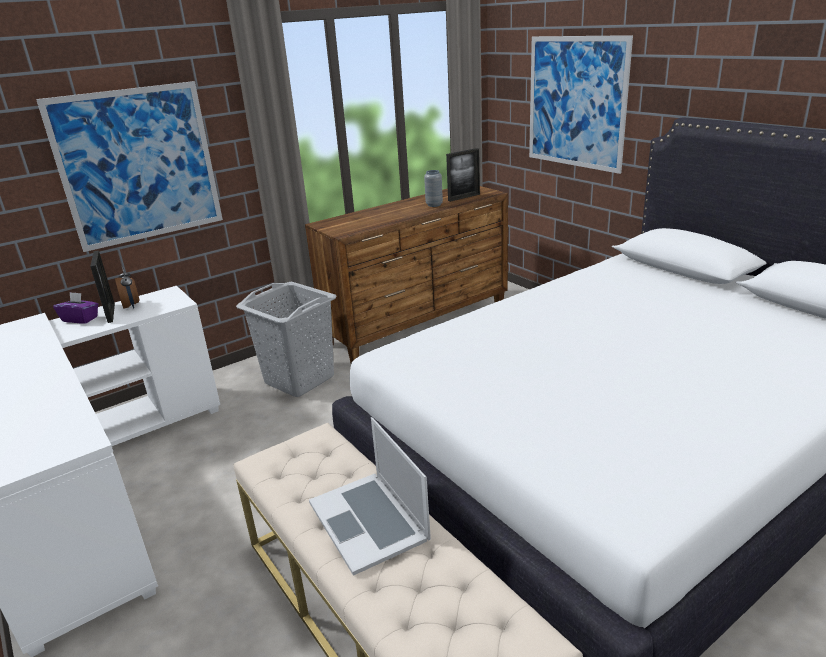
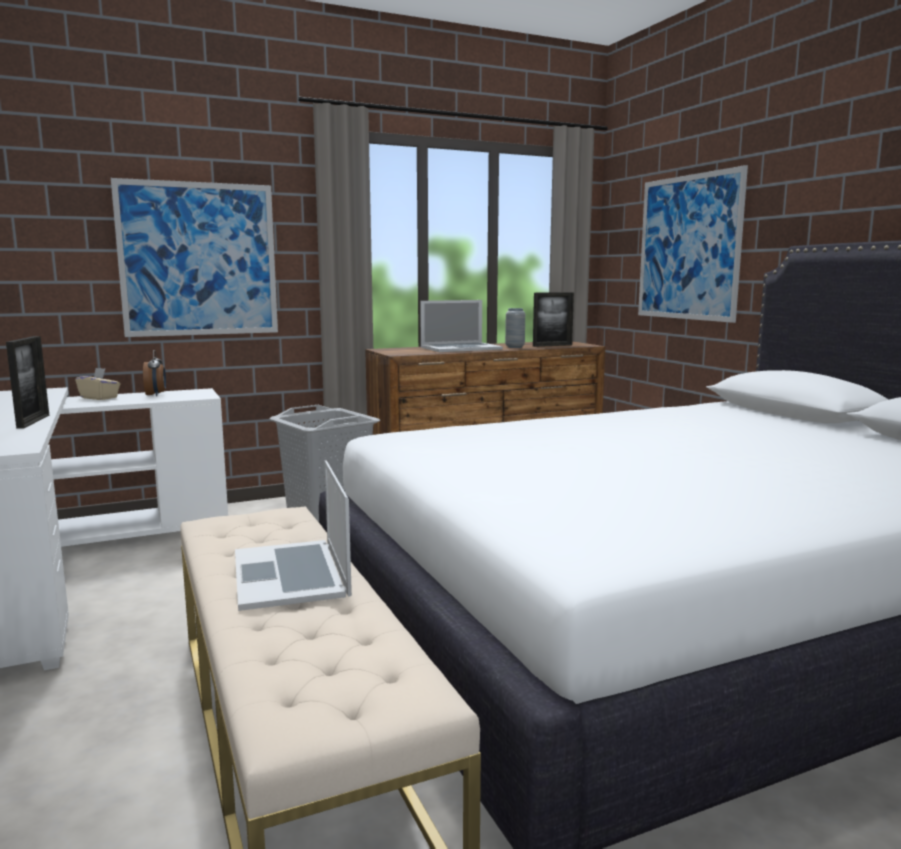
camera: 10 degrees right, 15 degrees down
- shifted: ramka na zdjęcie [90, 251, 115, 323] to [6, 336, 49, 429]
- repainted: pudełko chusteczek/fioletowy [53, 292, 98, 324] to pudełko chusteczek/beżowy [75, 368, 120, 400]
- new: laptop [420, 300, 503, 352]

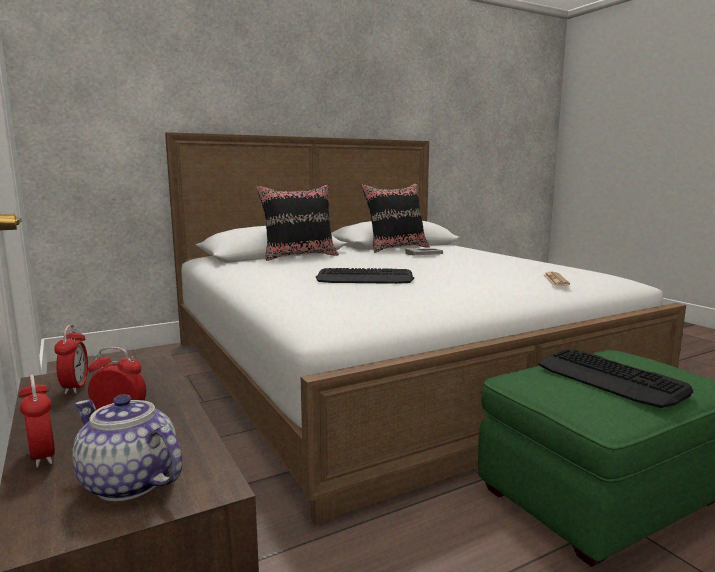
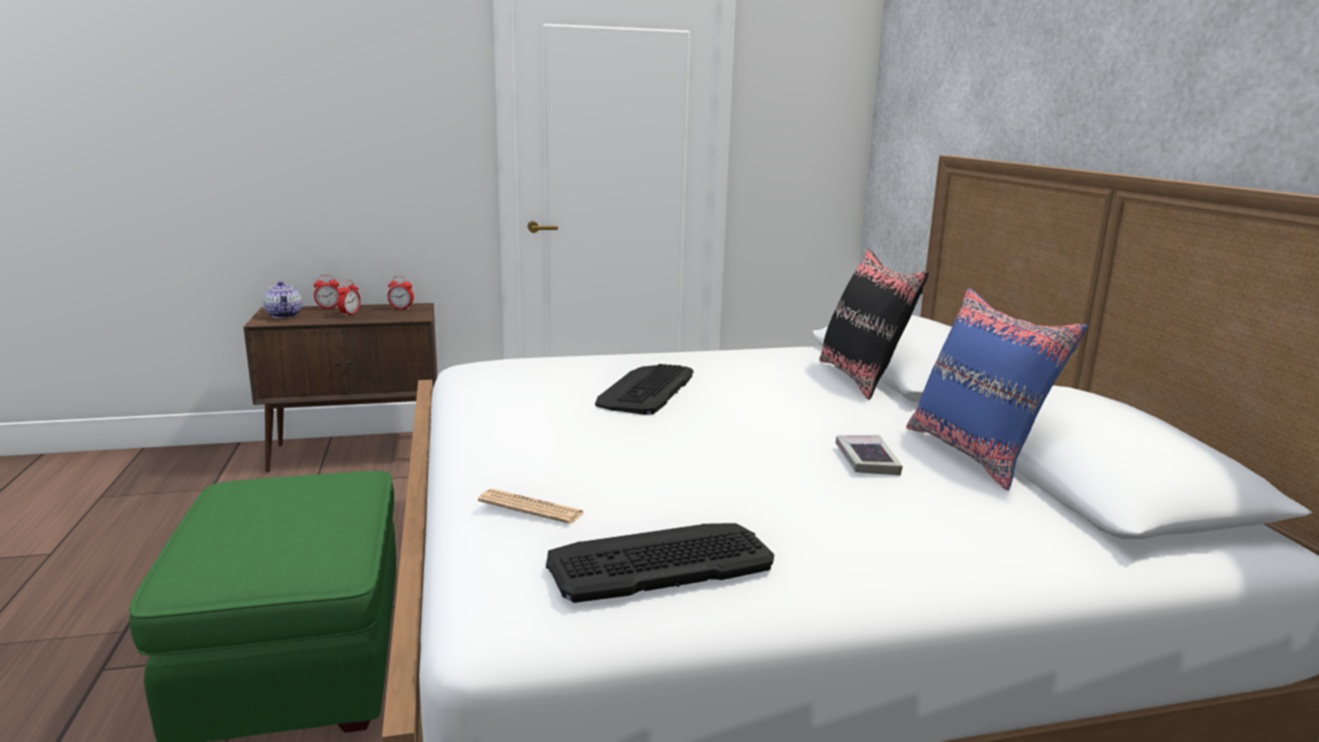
camera: 105 degrees right, 5 degrees up
- repainted: poduszka/czarny [361, 183, 430, 253] to poduszka/niebieski [906, 288, 1088, 490]
- shifted: klawiatura [539, 349, 693, 408] to [546, 523, 774, 603]
- rotated: imbryk [72, 394, 182, 502] = [263, 281, 302, 318] 105 degrees clockwise

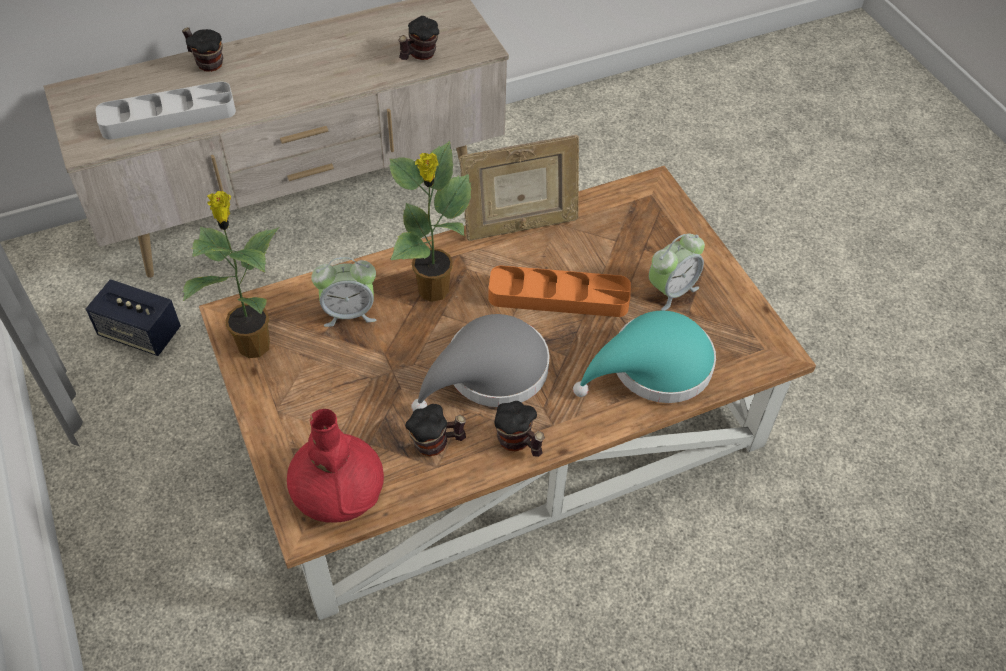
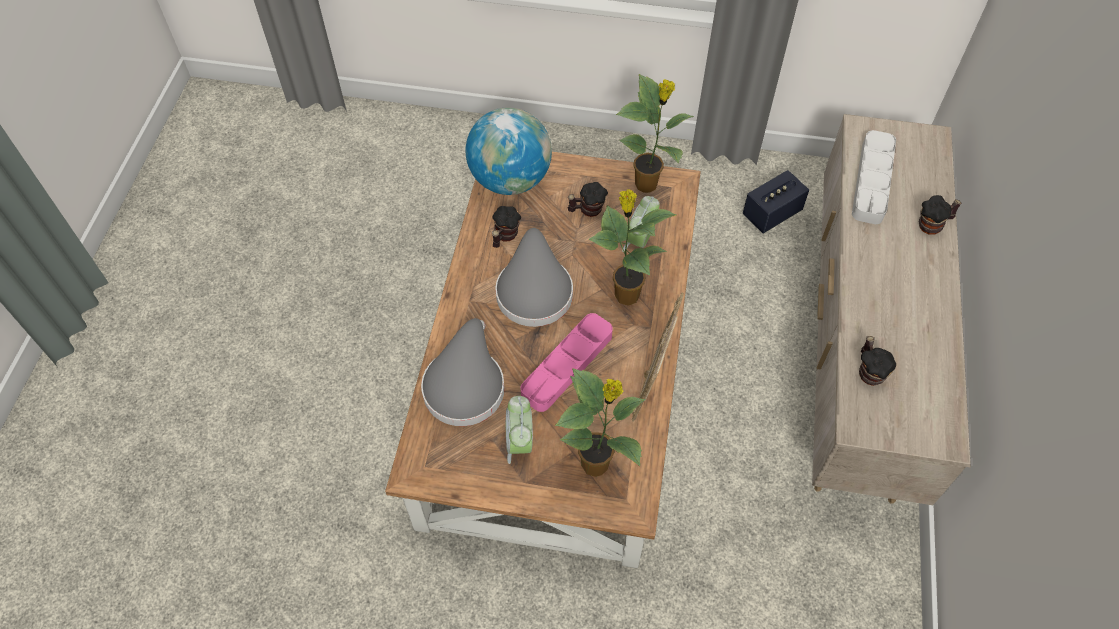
camera: 125 degrees right, 5 degrees up
- repainted: taca/pomarańczowy [488, 265, 631, 317] to taca/różowy [521, 313, 613, 412]
- repainted: kapelusz/turkusowy [573, 311, 716, 403] to kapelusz/szary [421, 318, 505, 426]
- shifted: kubek [494, 401, 545, 457] to [568, 182, 608, 217]
- swapped: wazon/czerwony [287, 409, 384, 523] to globus [466, 107, 552, 195]
- new: roślina doniczkowa [555, 368, 646, 477]

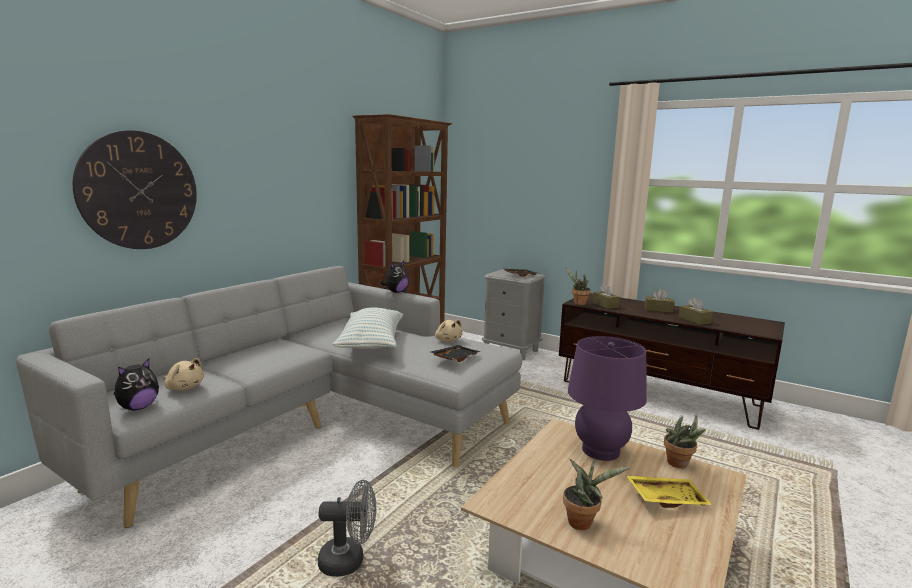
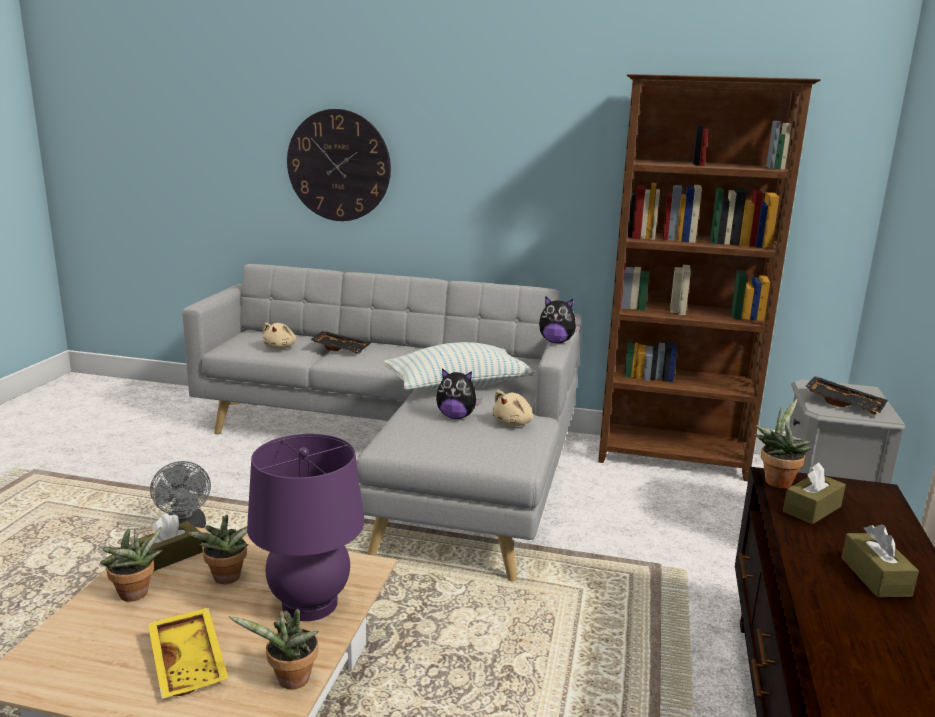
camera: 70 degrees right, 5 degrees up
- shifted: pudełko chusteczek/brązowy [679, 297, 713, 325] to [138, 514, 203, 571]
- shifted: taca/czarny [430, 345, 481, 362] to [309, 331, 371, 354]
- shifted: pluszak [114, 359, 159, 411] to [436, 368, 482, 419]
- new: roślina doniczkowa [188, 515, 249, 584]

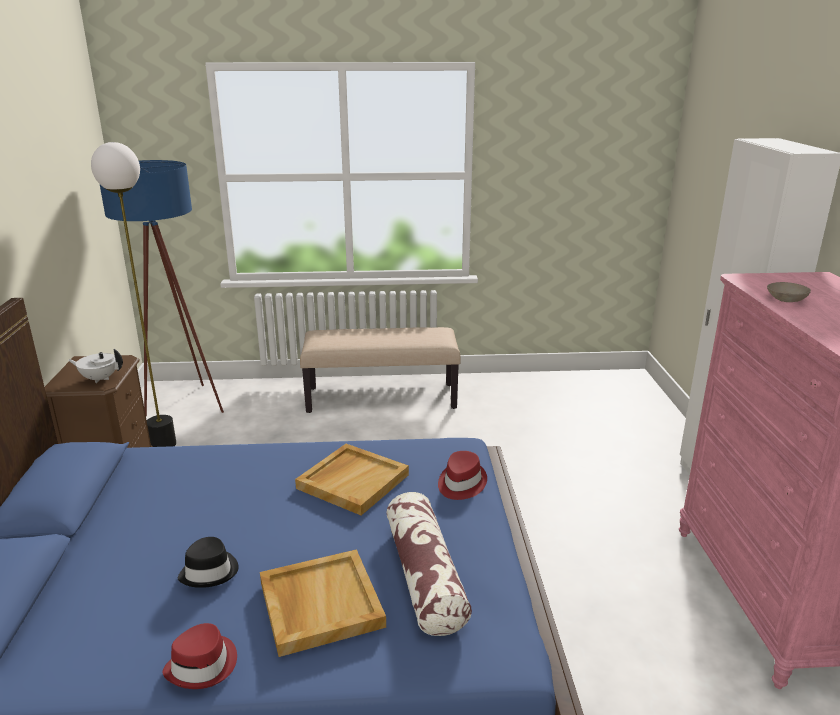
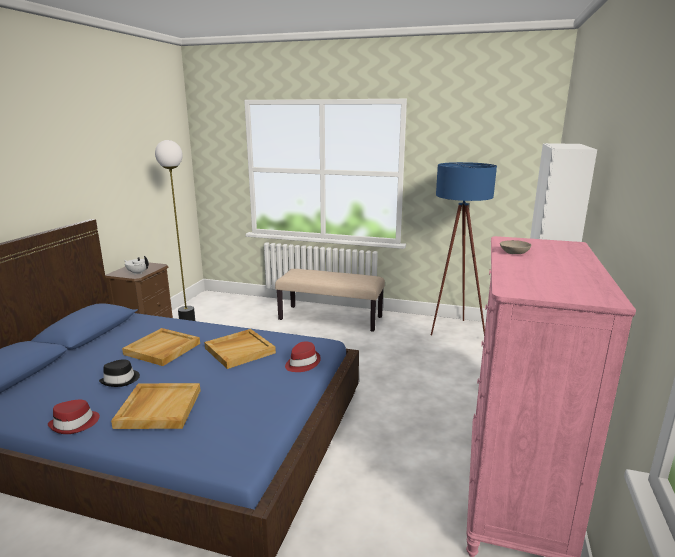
camera: 20 degrees right, 5 degrees down
- shifted: lampa stojąca/niebieski [100, 160, 224, 416] to [431, 162, 497, 335]
- gone: poduszka [386, 492, 472, 636]
- new: taca/beżowy [122, 328, 200, 366]

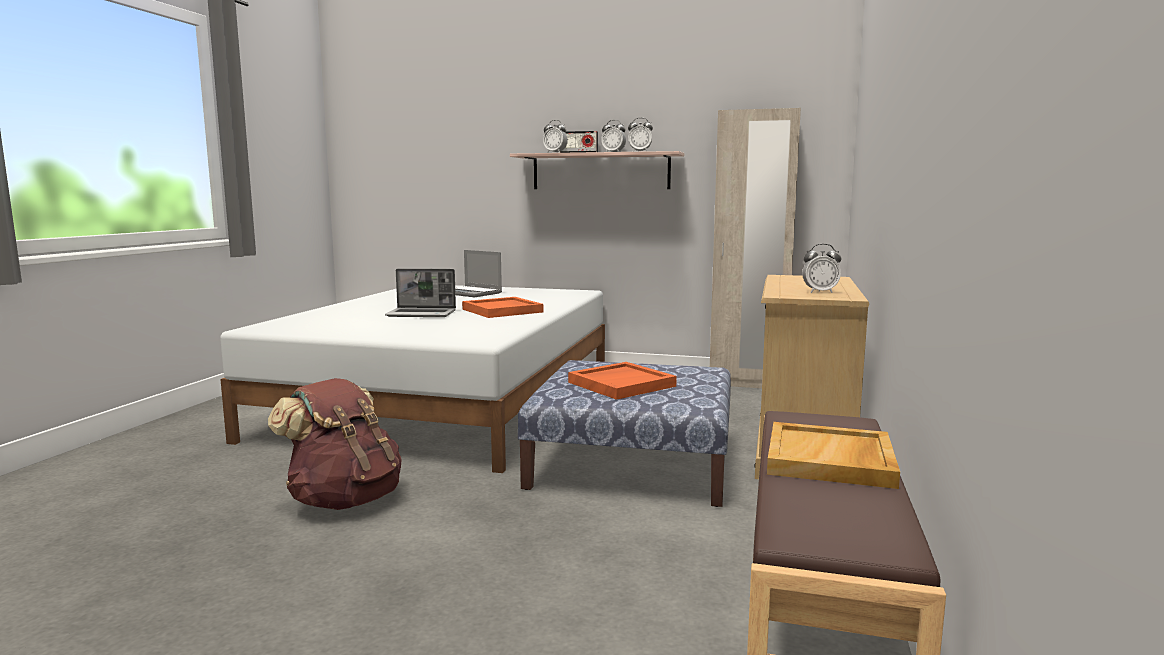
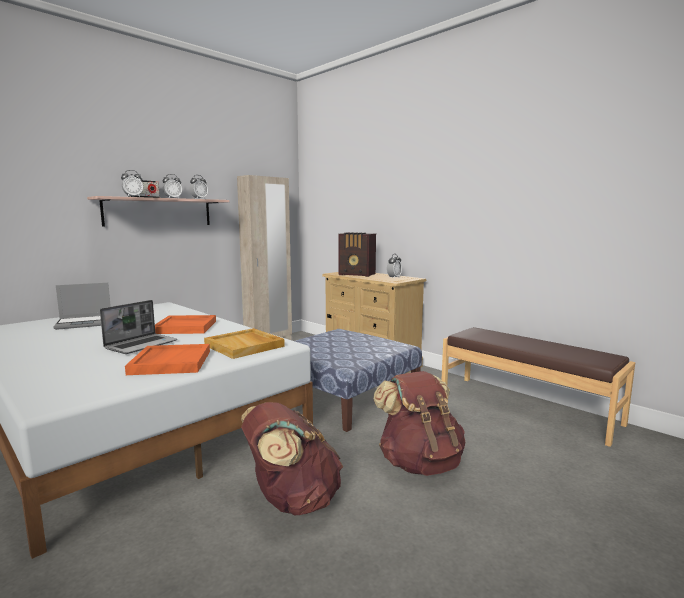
camera: 60 degrees left, 0 degrees up
- shifted: taca/pomarańczowy [568, 362, 677, 400] to [125, 344, 210, 375]
- shifted: taca/beżowy [767, 422, 900, 489] to [204, 328, 285, 359]
- new: radio [338, 232, 376, 277]
- new: plecak/brązowy [373, 371, 465, 476]

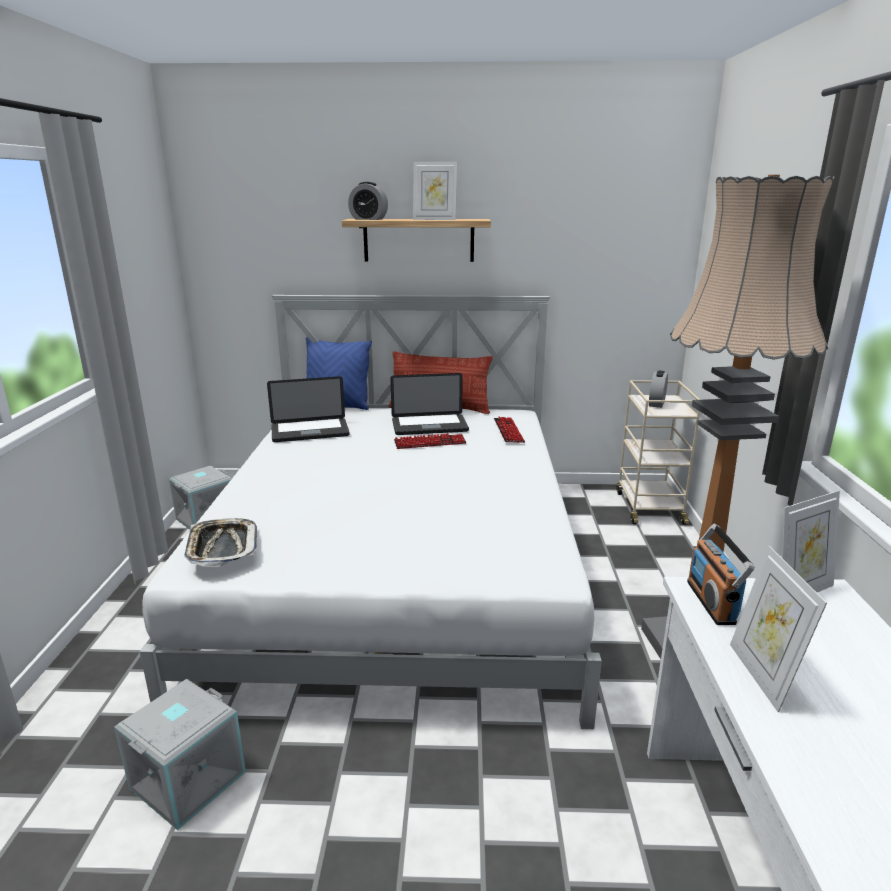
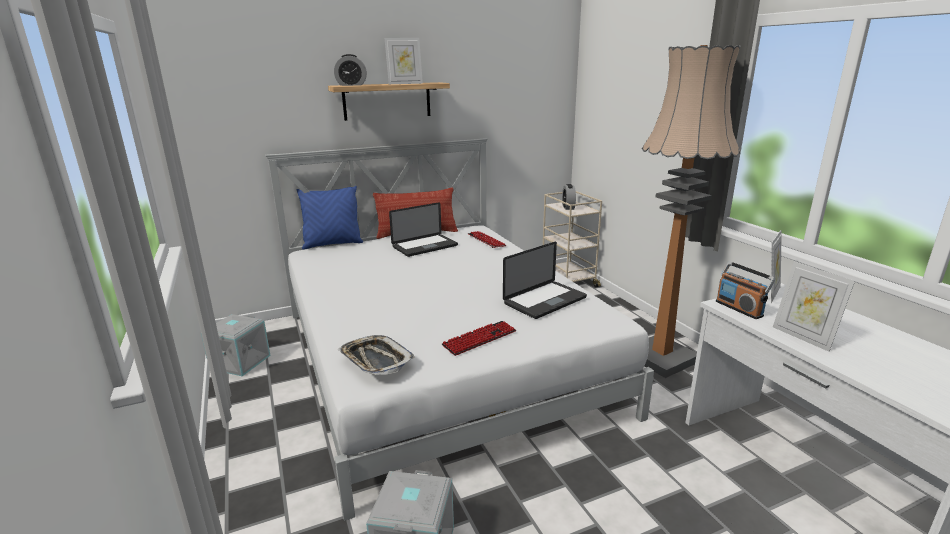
camera: 25 degrees left, 0 degrees up
- shifted: laptop [267, 376, 350, 442] to [503, 242, 587, 319]
- shifted: klawiatura [394, 433, 466, 449] to [442, 321, 516, 356]

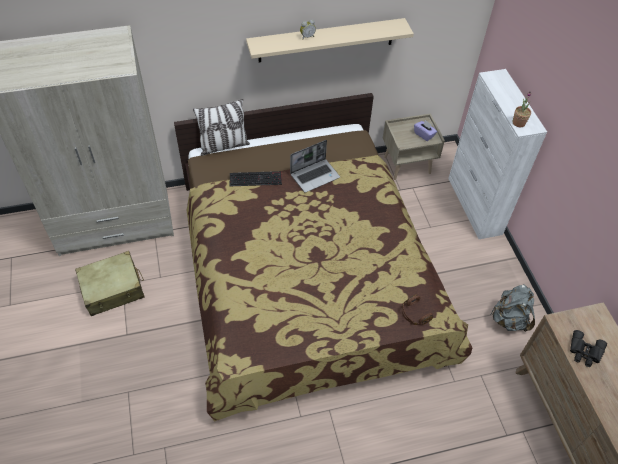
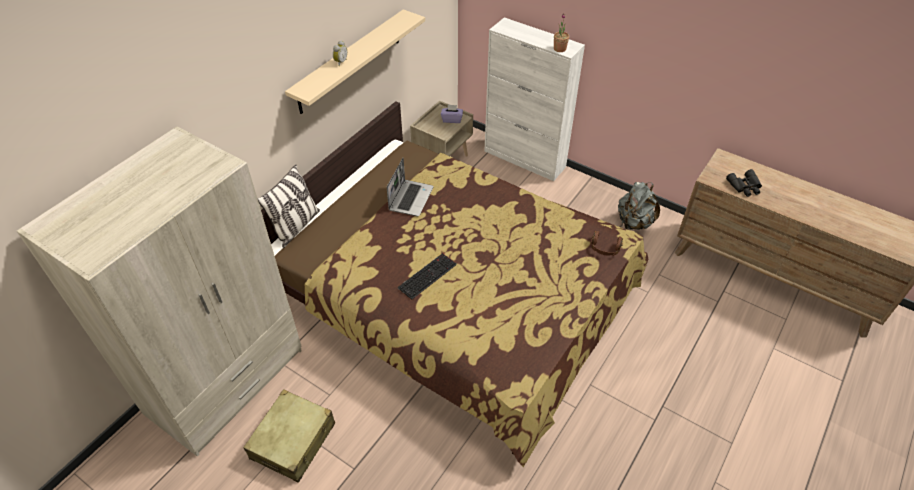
camera: 40 degrees left, 5 degrees down
- shifted: klawiatura [230, 171, 282, 186] to [398, 253, 457, 300]

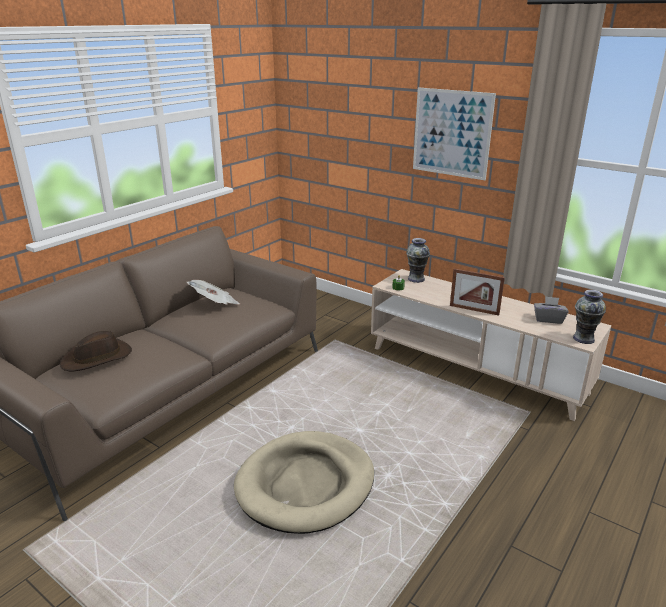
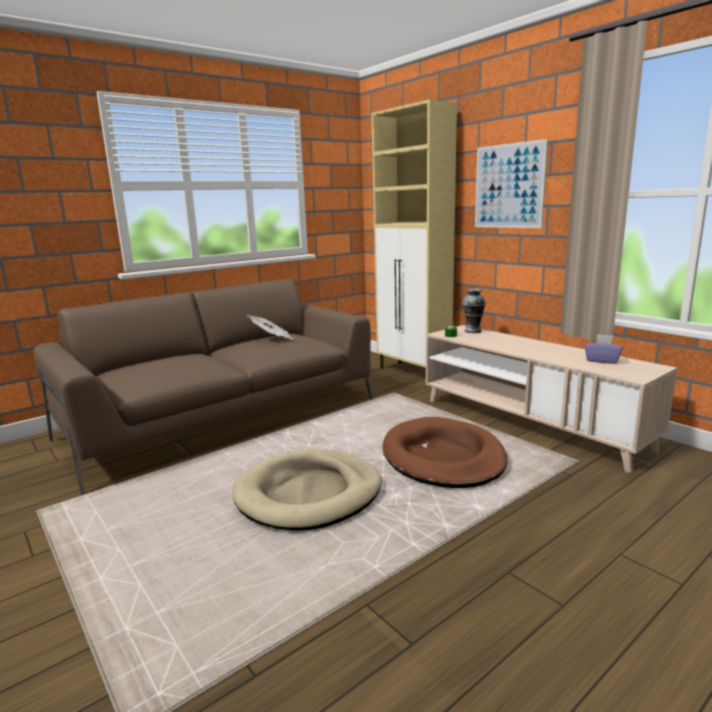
camera: 15 degrees right, 10 degrees down
- gone: ramka na zdjęcie [450, 269, 505, 316]
- gone: wazon [573, 290, 606, 344]
- repainted: pudełko chusteczek/szary [534, 296, 569, 324] to pudełko chusteczek/fioletowy [585, 334, 622, 364]
- gone: kapelusz/brązowy [60, 331, 132, 371]
- new: szafka/beżowy [371, 99, 457, 369]
- new: legowisko/brązowy [382, 417, 507, 488]

